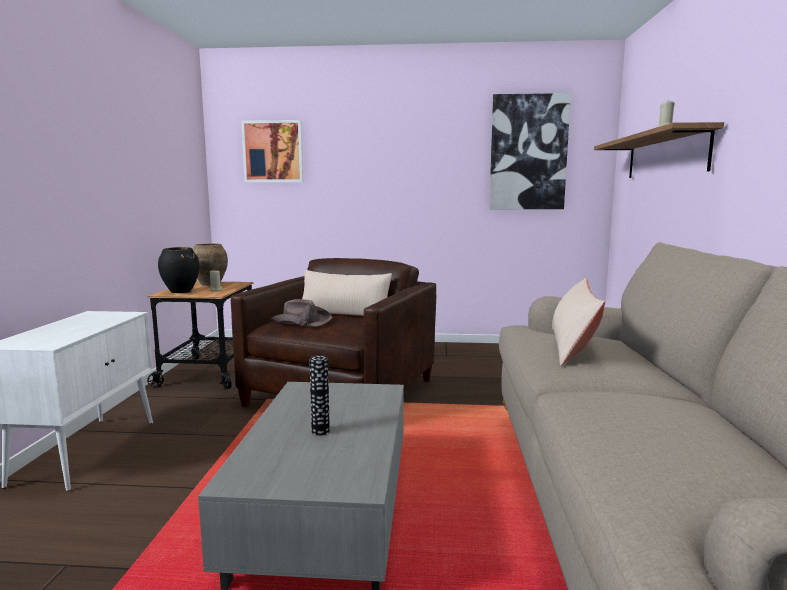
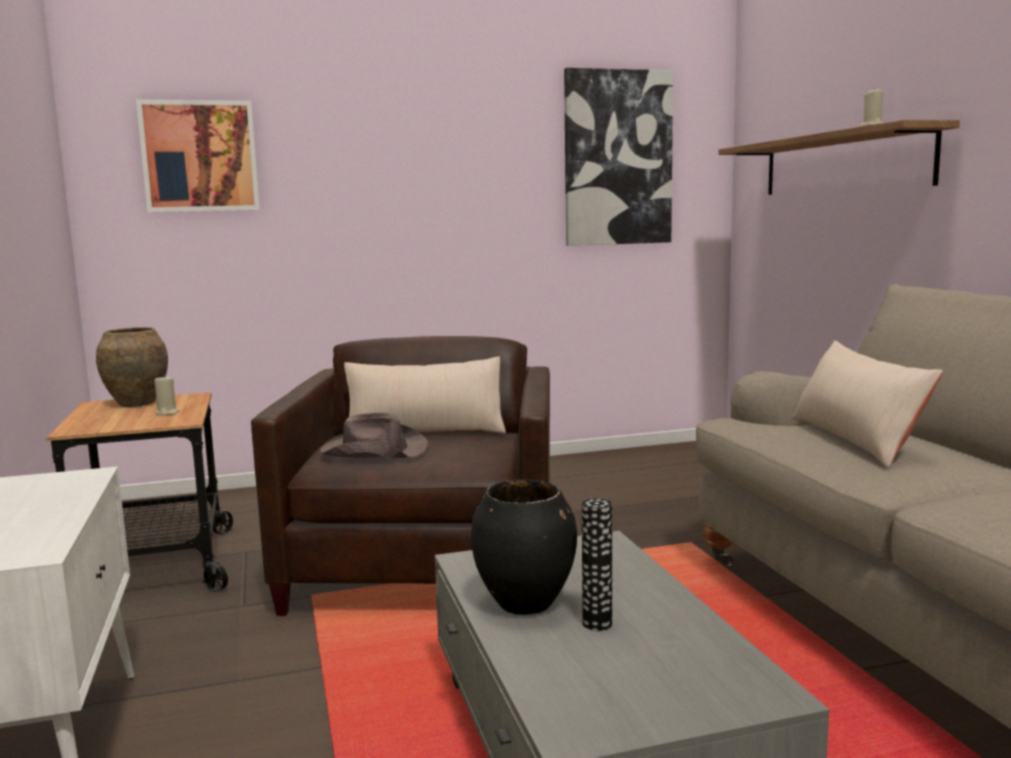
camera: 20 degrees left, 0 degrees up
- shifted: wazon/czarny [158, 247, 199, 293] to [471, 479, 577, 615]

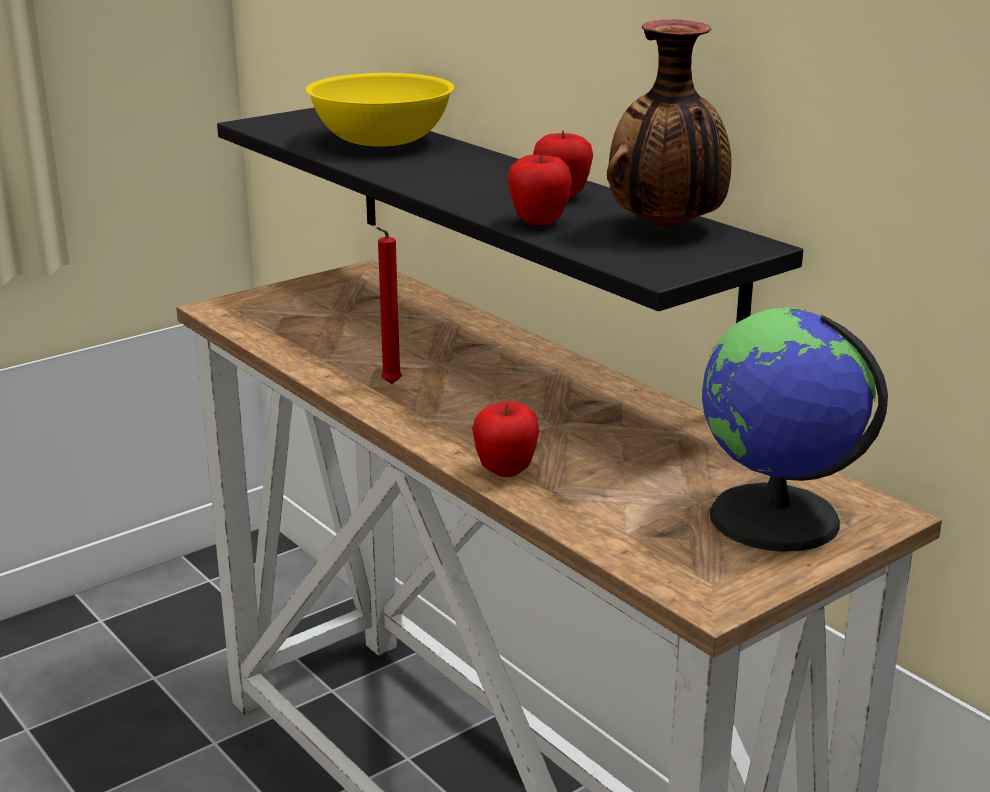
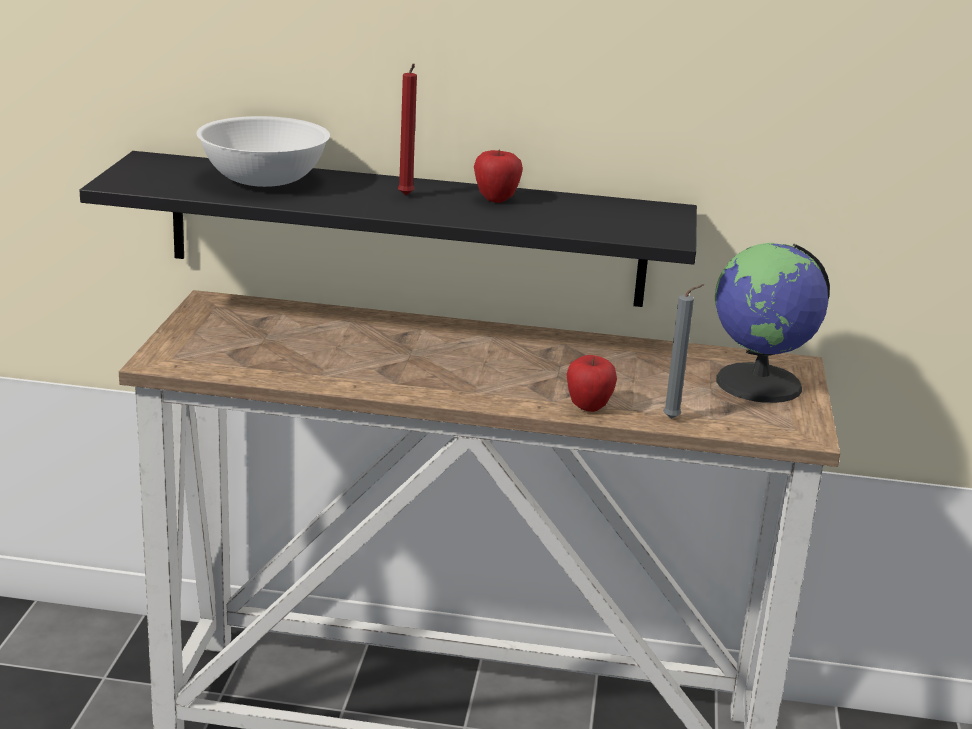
camera: 45 degrees left, 0 degrees up
- gone: wazon [607, 19, 732, 229]
- repainted: miska/żółty [306, 73, 454, 147] to miska/biały [196, 116, 330, 187]
- gone: jabłko [508, 153, 572, 225]
- shifted: świeca/czerwony [376, 227, 402, 384] to [398, 63, 417, 195]
- new: świeca/szary [663, 284, 704, 419]

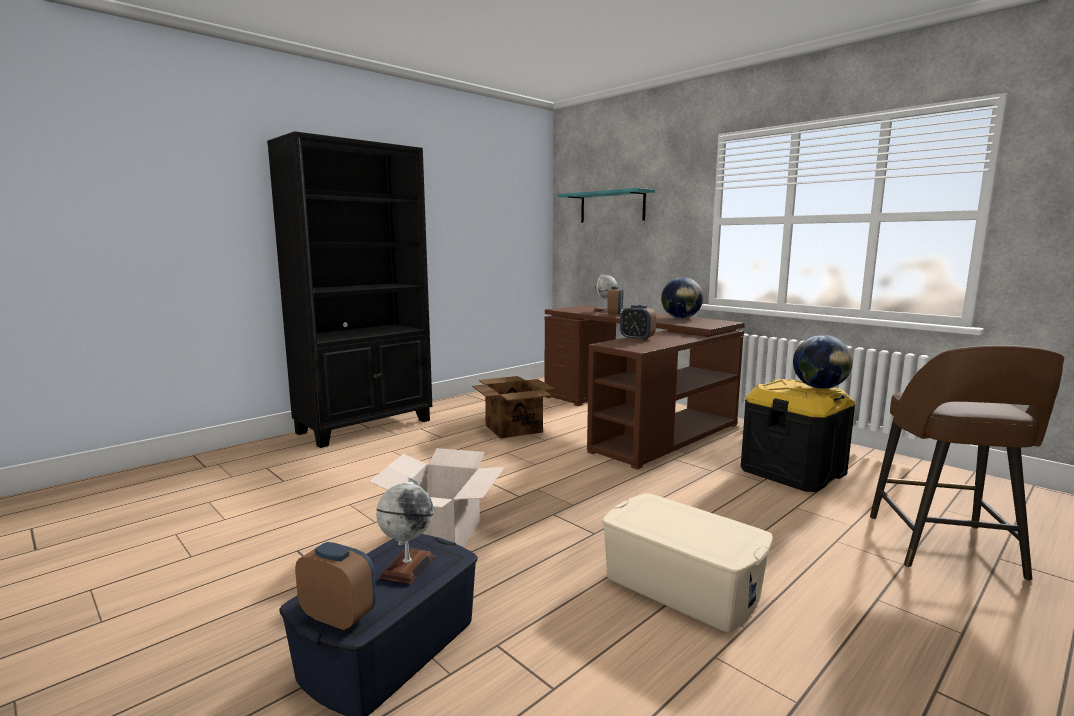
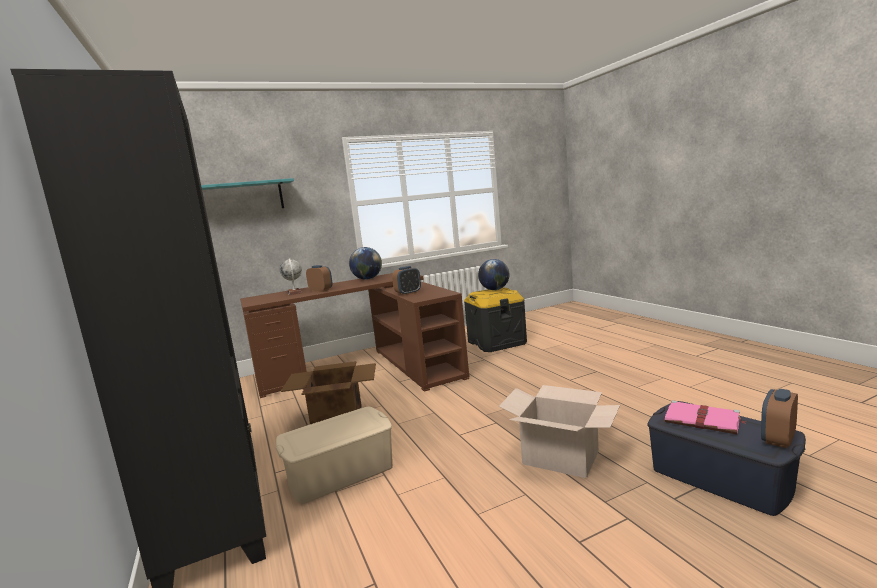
camera: 70 degrees left, 0 degrees up
- gone: stołek/brązowy [870, 345, 1064, 581]
- swapped: globus [376, 478, 435, 584] to książka/różowy [665, 400, 746, 435]
- shifted: pojemnik do przechowywania/beżowy [602, 493, 773, 632] to [276, 407, 393, 504]

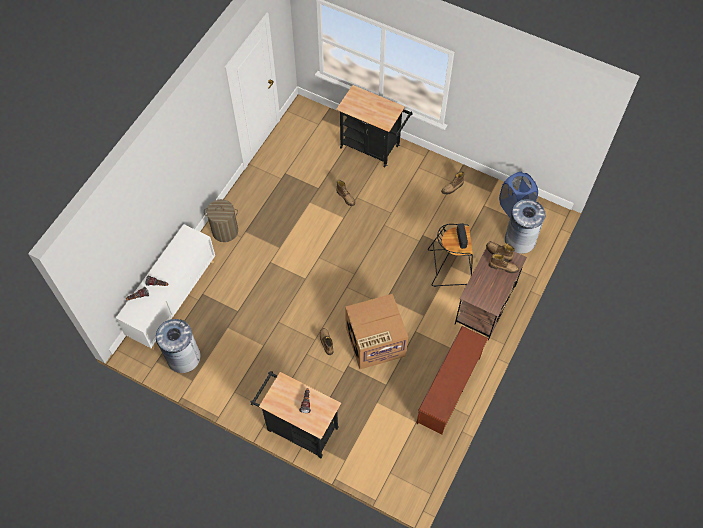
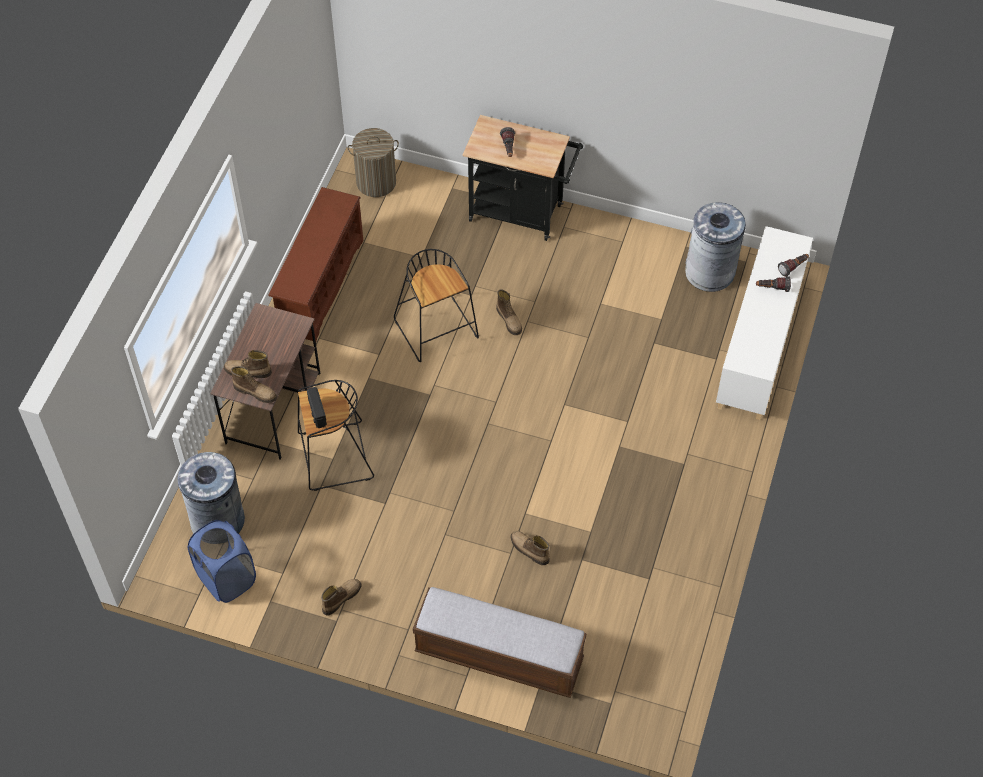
camera: 170 degrees right, 5 degrees down
- swapped: wózek/czarny [336, 85, 413, 168] to ławka [413, 587, 586, 698]
- shifted: kosz na pranie [204, 199, 238, 242] to [348, 128, 399, 197]
- swapped: karton [345, 294, 408, 369] to stołek/czarny [394, 249, 479, 362]

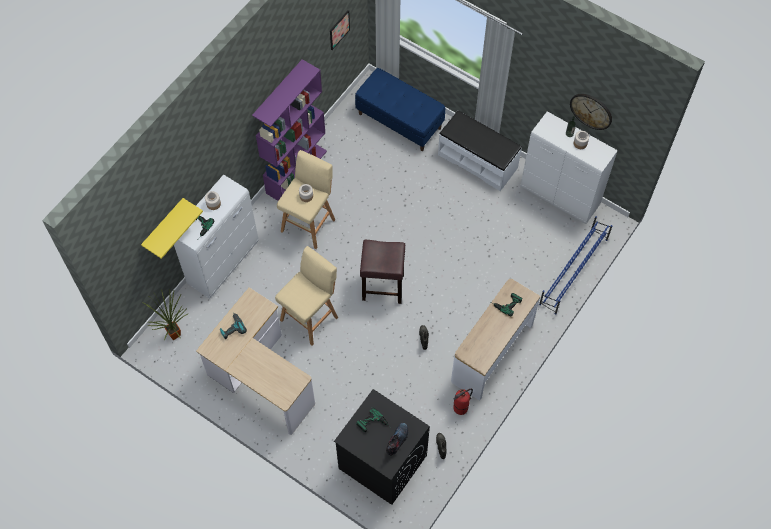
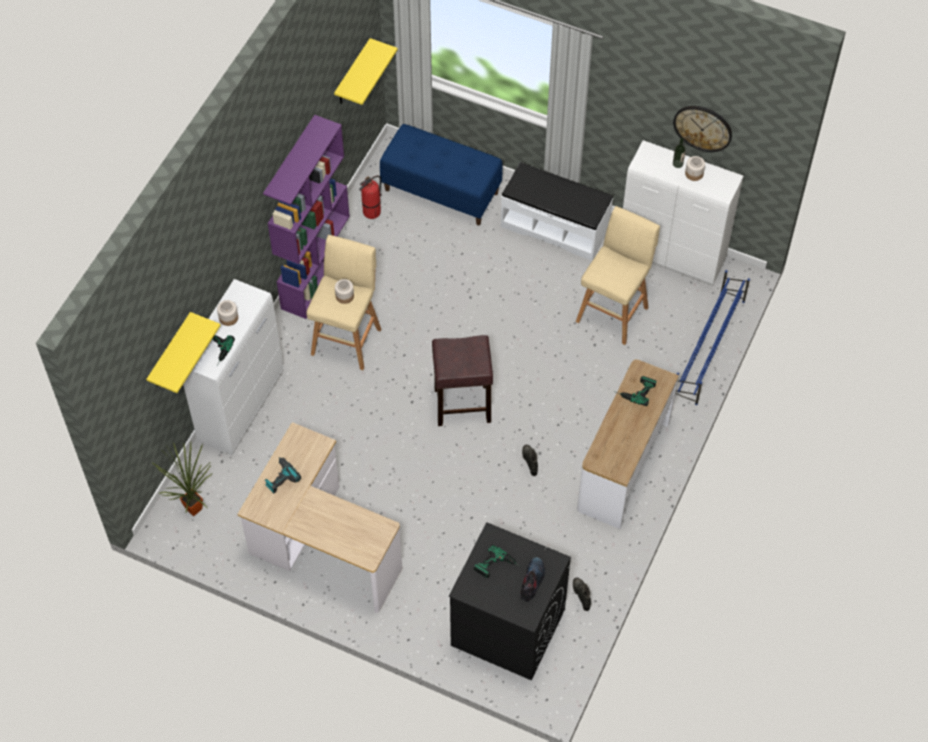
camera: 10 degrees left, 5 degrees down
- swapped: obraz [330, 10, 350, 50] to półka/żółty [334, 38, 398, 105]
- shifted: stołek/beżowy [275, 246, 338, 346] to [576, 206, 660, 345]
- shifted: gaśnica [453, 389, 473, 415] to [359, 176, 382, 219]

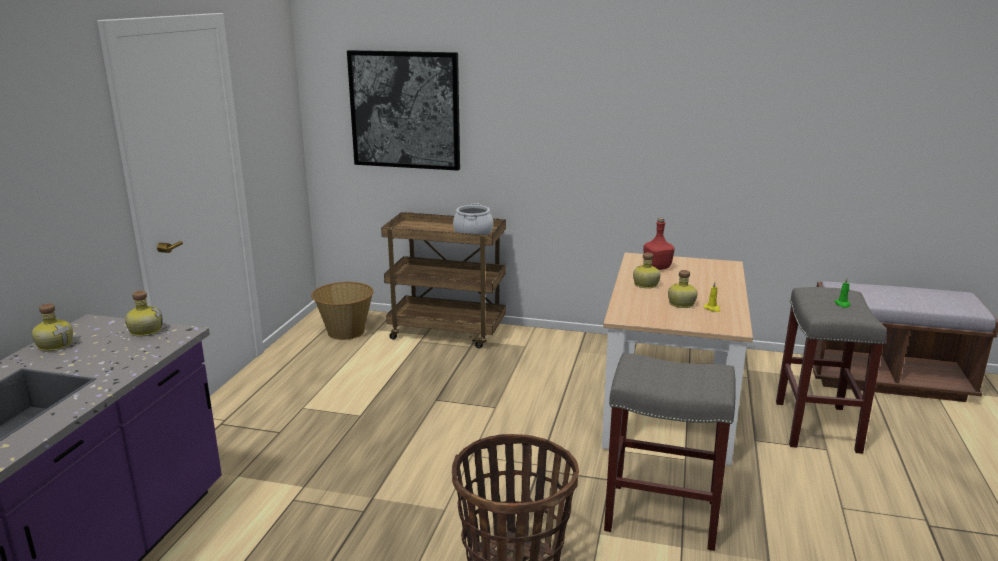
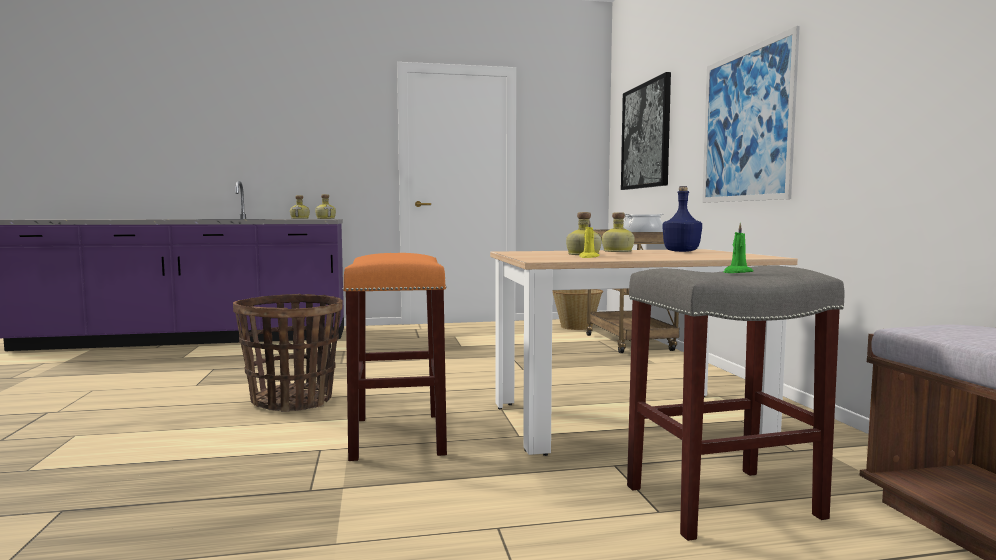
camera: 65 degrees right, 15 degrees down
- repainted: butelka/czerwony [643, 218, 675, 270] to butelka/niebieski [662, 186, 702, 252]
- repainted: stołek/szary [604, 353, 736, 551] to stołek/pomarańczowy [343, 253, 447, 461]
- new: obraz [702, 26, 800, 203]

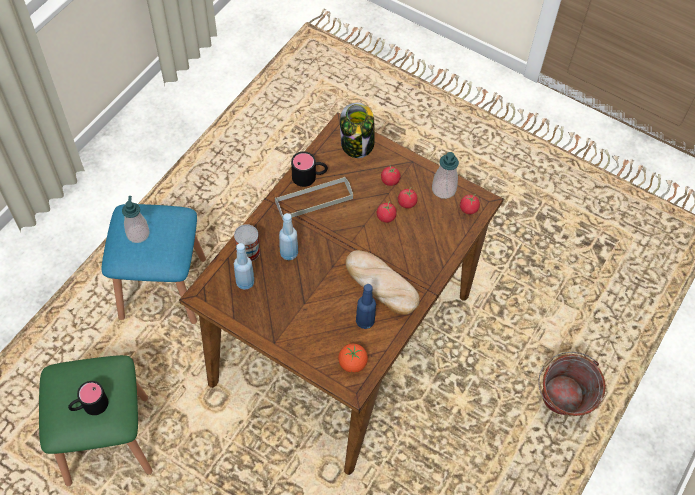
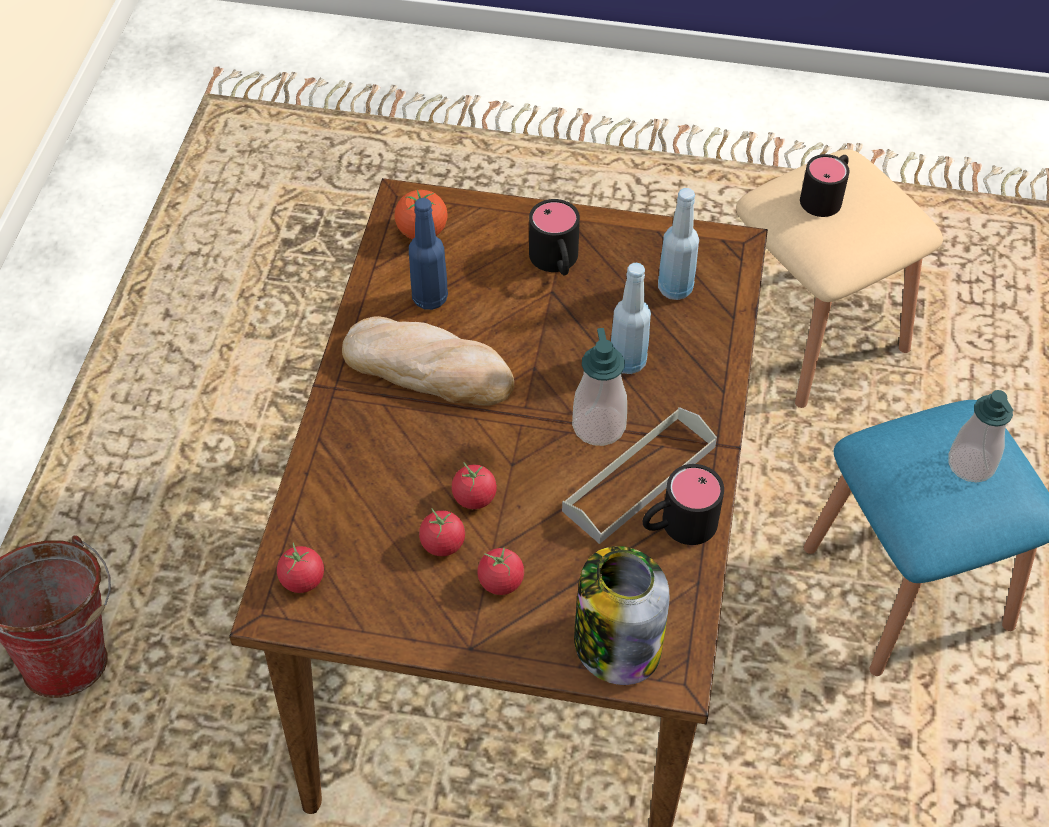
camera: 160 degrees right, 5 degrees down
- shifted: dozownik mydła [432, 152, 459, 199] to [572, 328, 627, 446]
- gone: puszka [234, 224, 260, 261]
- repainted: stołek/zielony [39, 355, 153, 486] to stołek/beżowy [736, 149, 943, 408]
- new: kubek/czarny [529, 199, 580, 275]

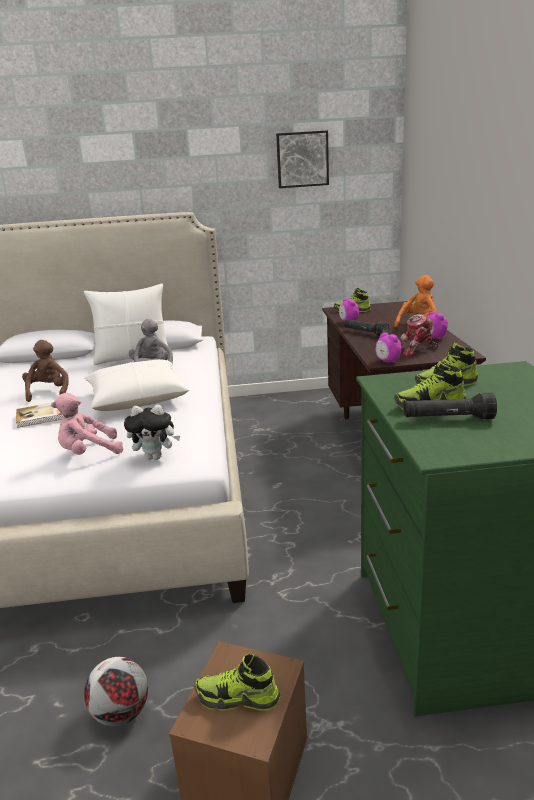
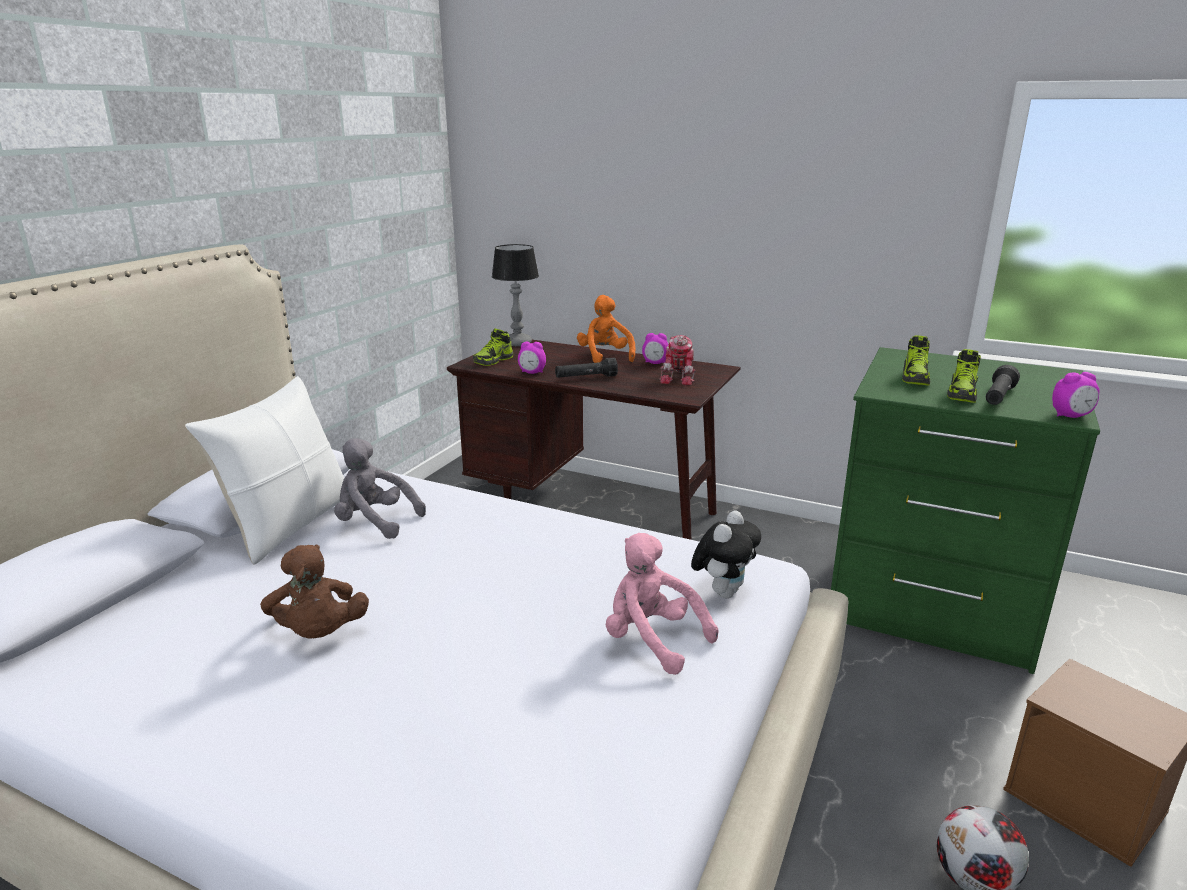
camera: 60 degrees left, 0 degrees up
- gone: obraz [276, 130, 329, 188]
- shifted: budzik [376, 333, 401, 363] to [1052, 372, 1100, 418]
- rotated: pluszak/brązowy [22, 340, 69, 402] = [260, 545, 369, 639] 135 degrees counterclockwise
- gone: poduszka/biały [84, 359, 189, 411]
- rotated: pluszak/różowy [51, 393, 123, 455] = [606, 533, 719, 675] 120 degrees clockwise
- gone: książka [16, 403, 63, 428]
- gone: but [194, 654, 280, 710]
- new: lampa stołowa [492, 244, 539, 346]

